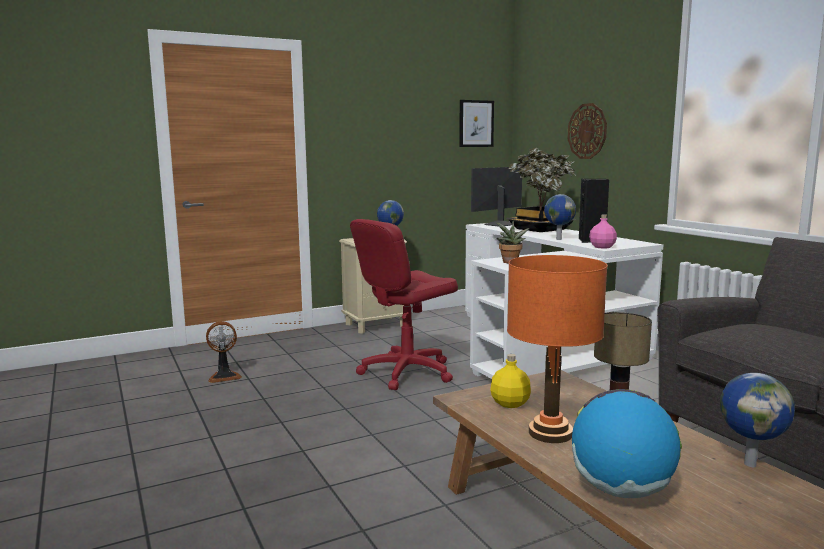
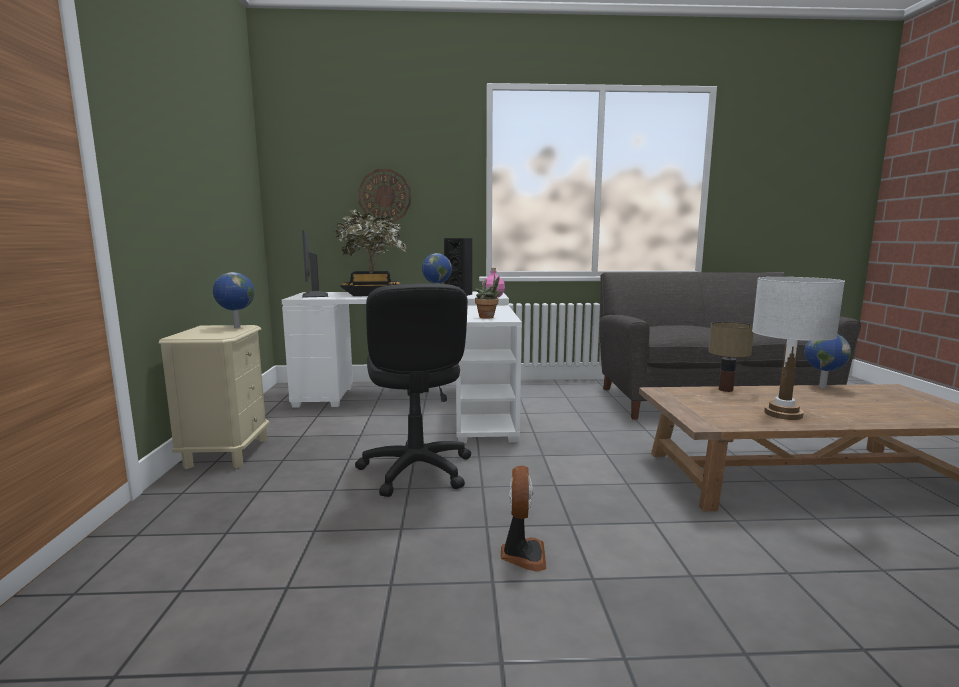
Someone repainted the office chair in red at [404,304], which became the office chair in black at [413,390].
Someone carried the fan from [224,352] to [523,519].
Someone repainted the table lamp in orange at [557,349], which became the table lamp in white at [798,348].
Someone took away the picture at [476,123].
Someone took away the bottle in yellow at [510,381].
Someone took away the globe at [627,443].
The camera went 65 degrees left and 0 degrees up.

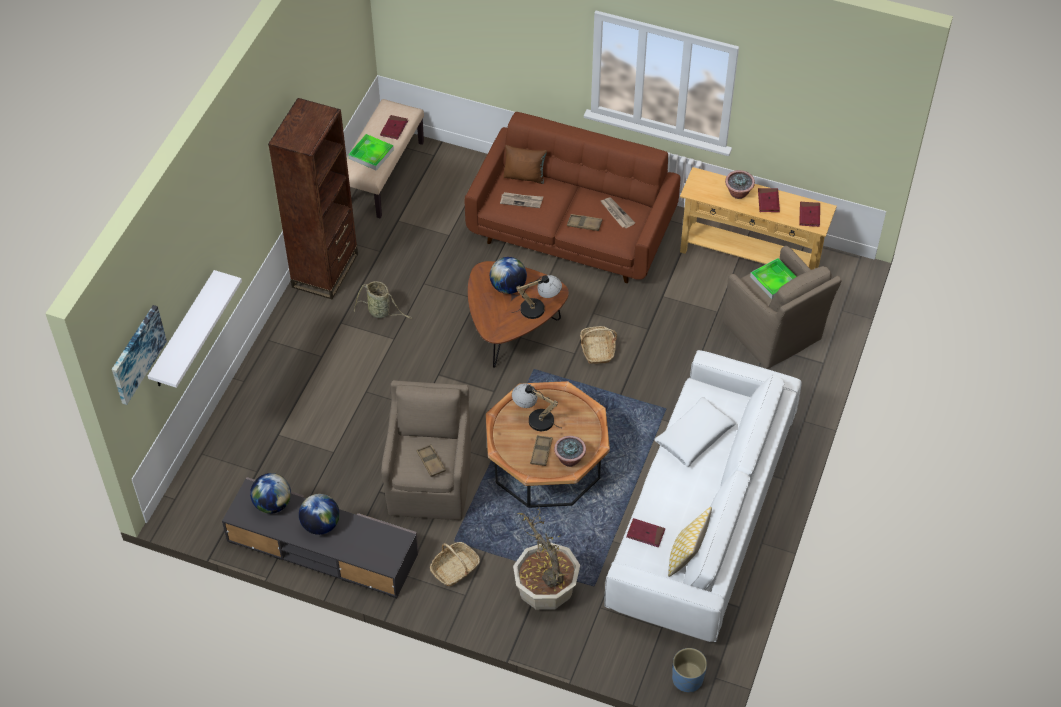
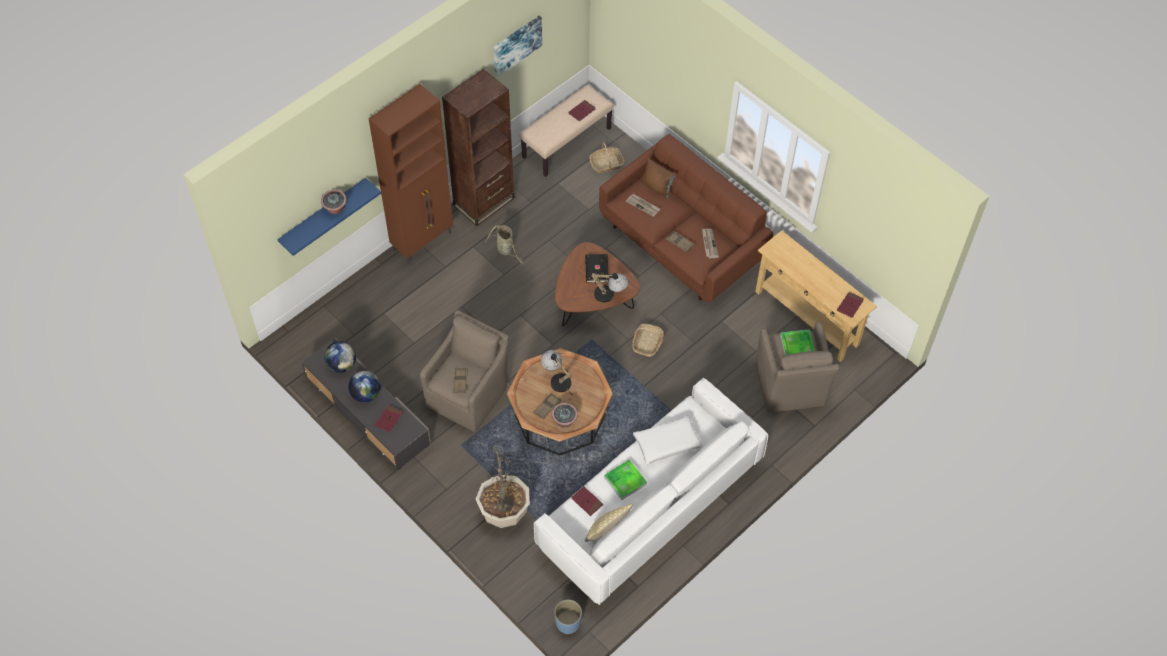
Someone repainted the shelf in white at [195,329], which became the shelf in blue at [329,217].
Someone carried the potted plant from [740,184] to [334,202].
Someone put down the cabinet in brown at [411,174].
Someone carried the book in red from [769,200] to [389,419].
Someone carried the picture from [139,355] to [517,46].
Someone swapped the globe at [508,275] for the book in black at [597,268].
Someone carried the basket from [455,564] to [606,157].
Someone carried the tray from [371,152] to [625,480].
The camera went 25 degrees right and 5 degrees up.

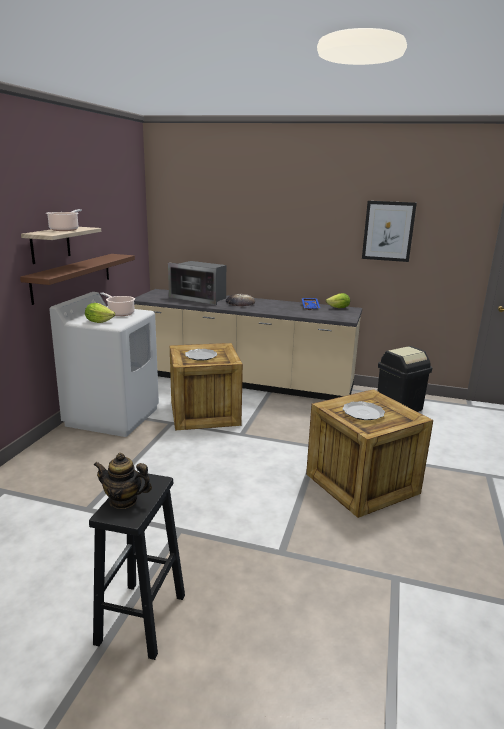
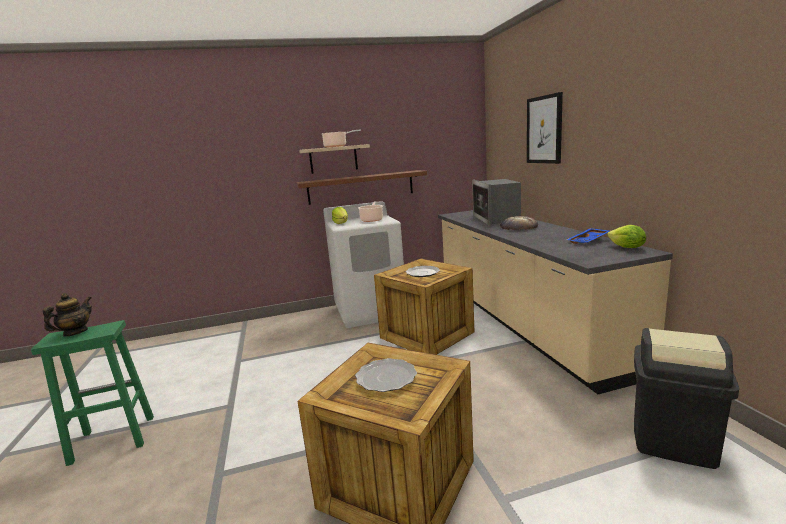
Someone repainted the stool in black at [137,566], which became the stool in green at [92,393].
Someone rotated the teapot at [123,481] by 45 degrees clockwise.
Someone carried the picture from [389,231] to [545,128].
The camera went 60 degrees right and 5 degrees down.

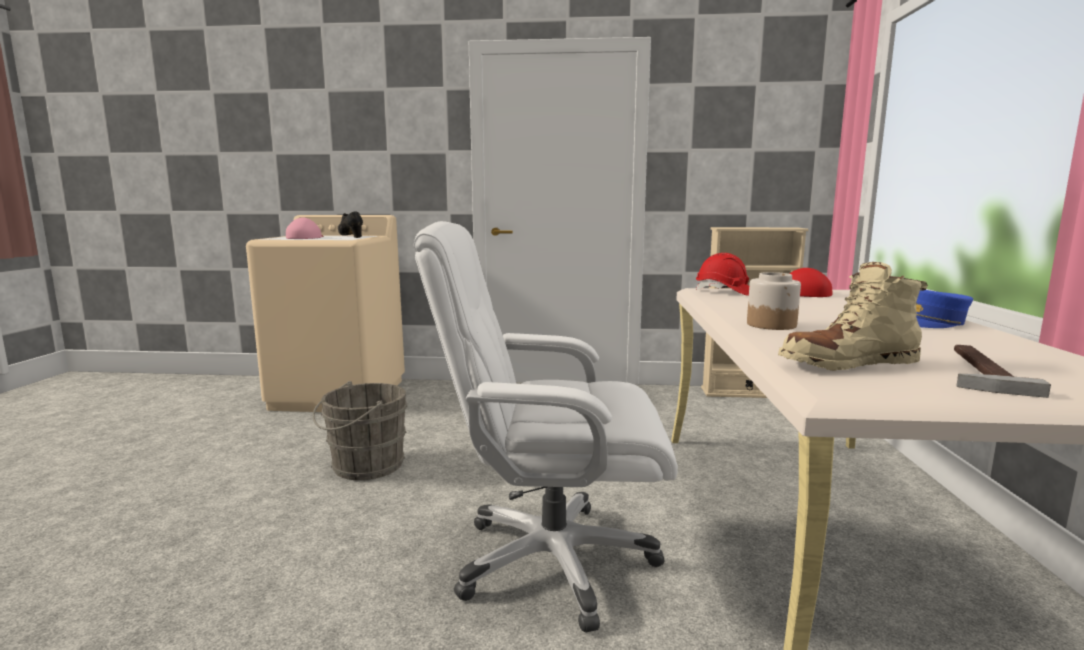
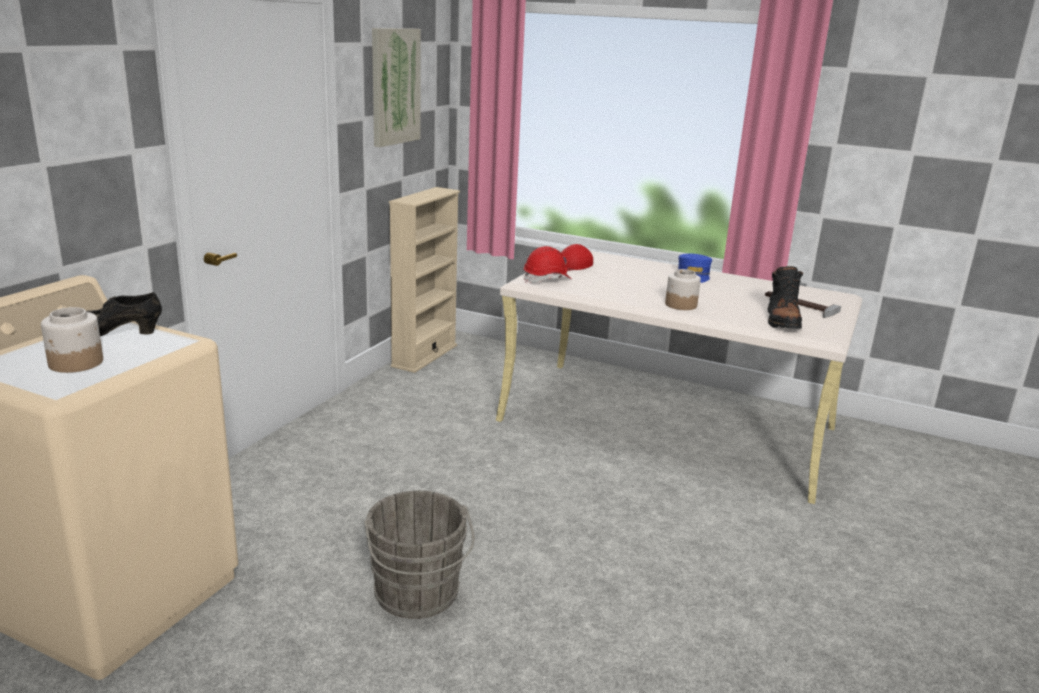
Someone swapped the cap in pink at [304,228] for the jar at [72,340].
Someone put up the picture at [396,87].
Someone repainted the boot in beige at [853,316], which became the boot in black at [785,297].
Someone took away the office chair in white at [546,427].
The camera went 70 degrees left and 10 degrees up.

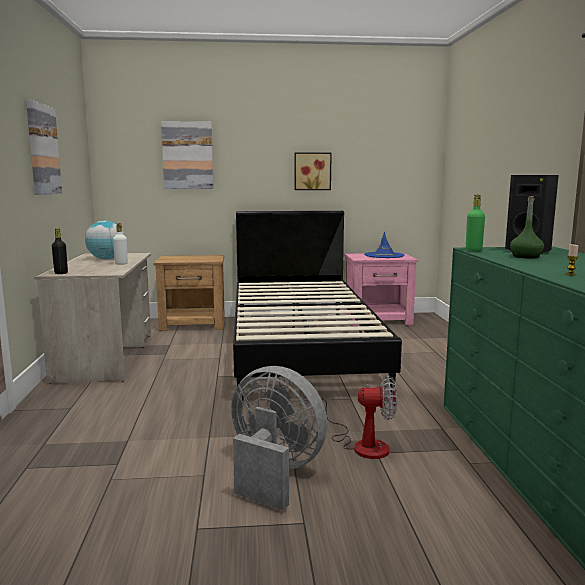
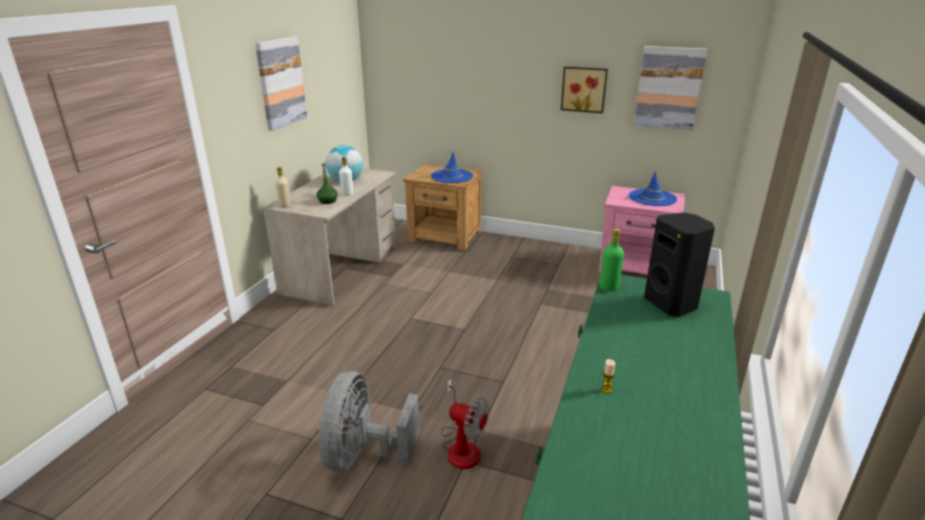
Someone repainted the bottle in black at [60,251], which became the bottle in beige at [283,187].
Someone carried the bottle in green from [527,227] to [327,183].
Someone rotated the fan in grey at [279,438] by 135 degrees counterclockwise.
Someone put down the hat in blue at [452,167].
Someone carried the picture from [187,155] to [670,88].
Someone took away the bed in black at [317,306].
The camera went 25 degrees right and 15 degrees up.

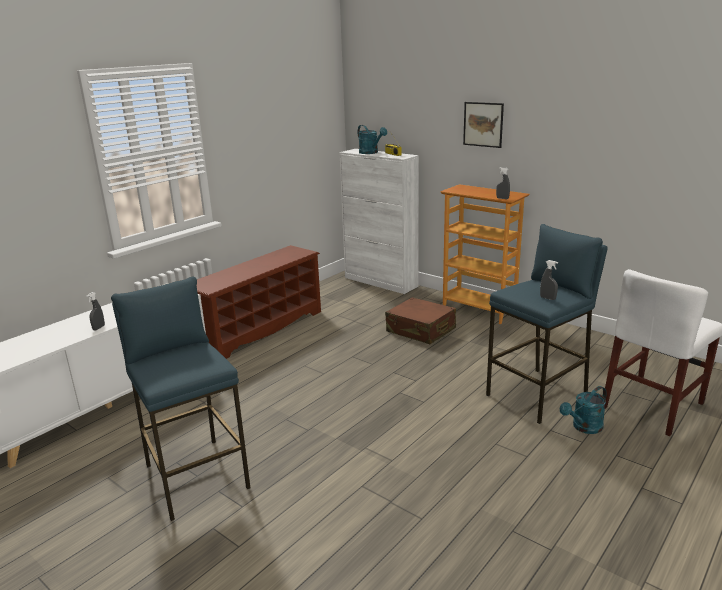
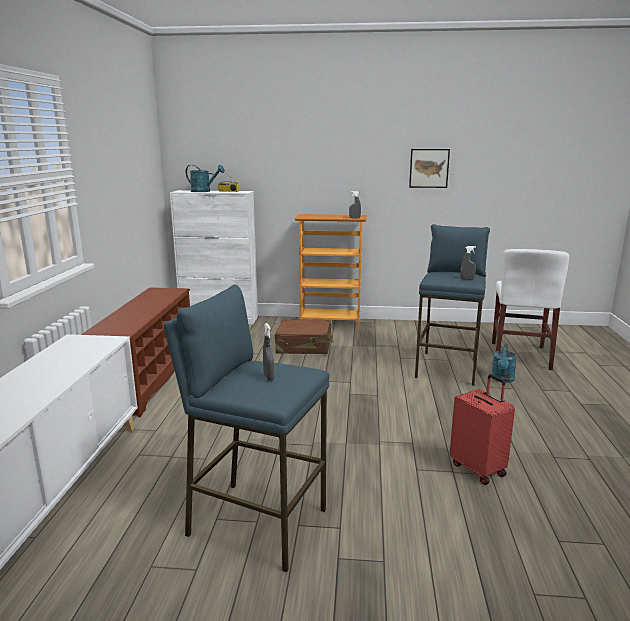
Someone carried the spray bottle in grey from [96,311] to [268,352].
Someone carried the picture from [483,125] to [429,168].
Someone put down the suitcase in red at [482,429].
The camera went 35 degrees left and 5 degrees down.

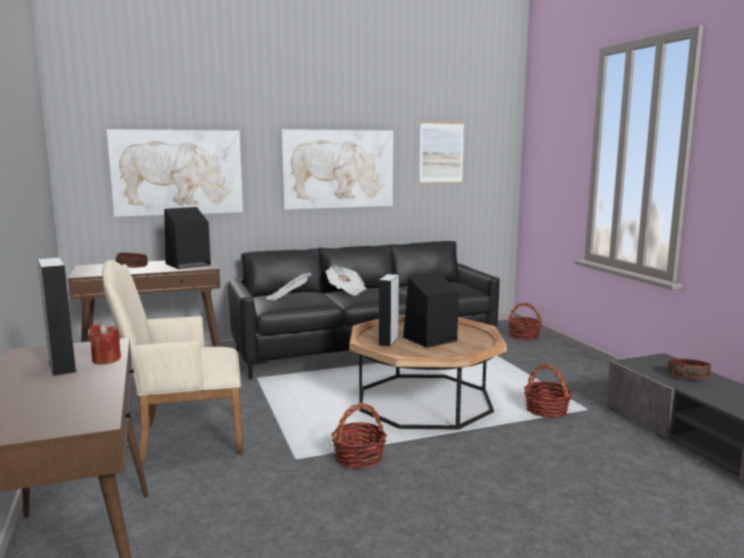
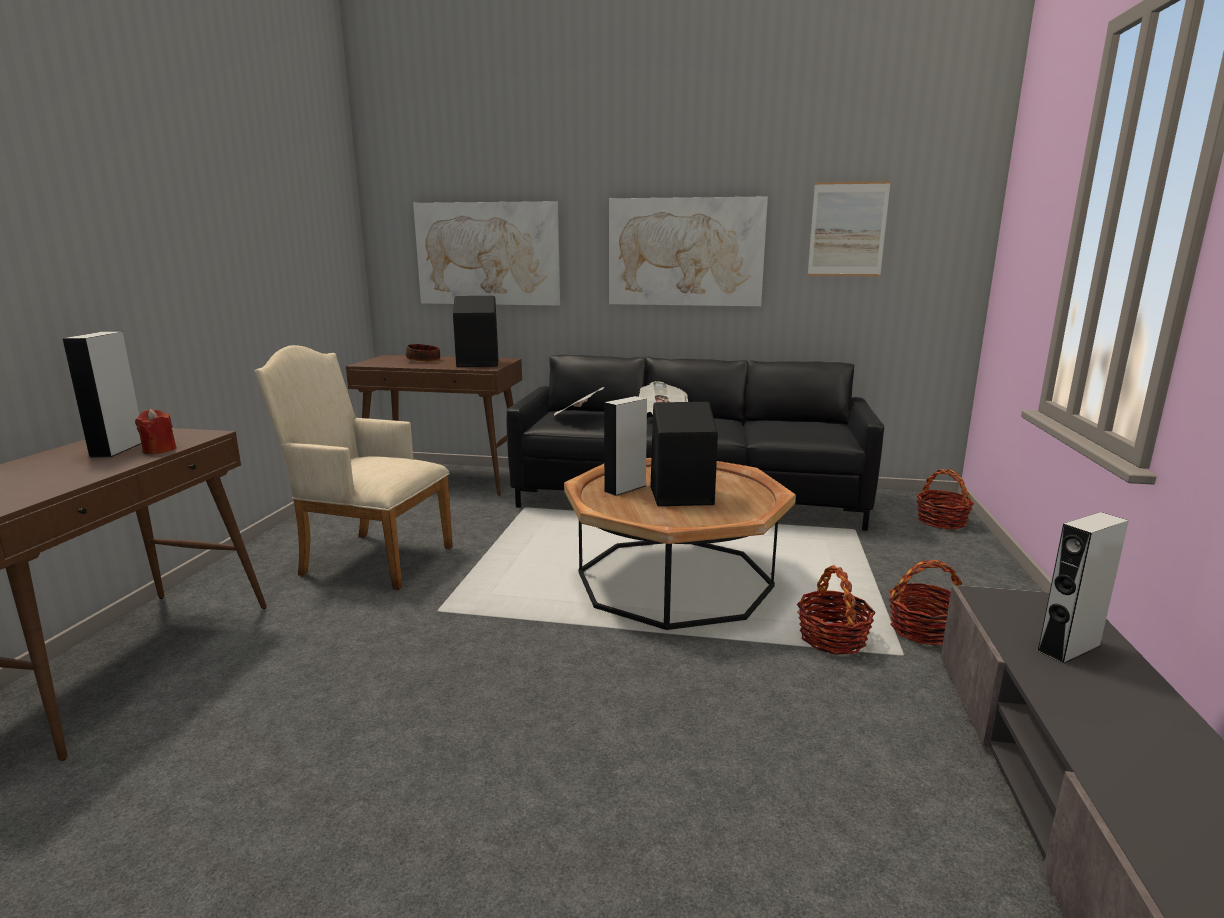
Someone carried the basket from [359,436] to [925,603].
Someone swapped the bowl at [689,368] for the speaker in grey at [1083,588].
The camera went 30 degrees right and 5 degrees up.

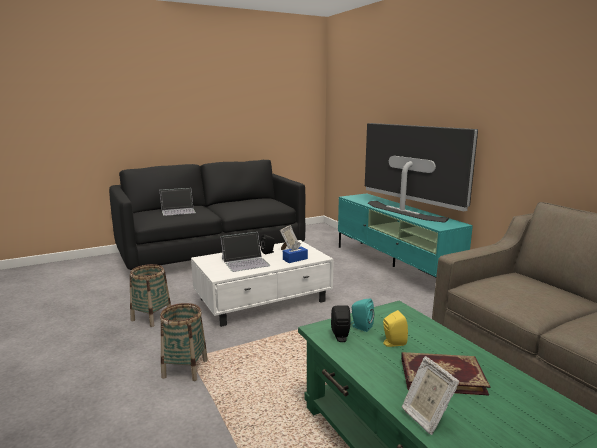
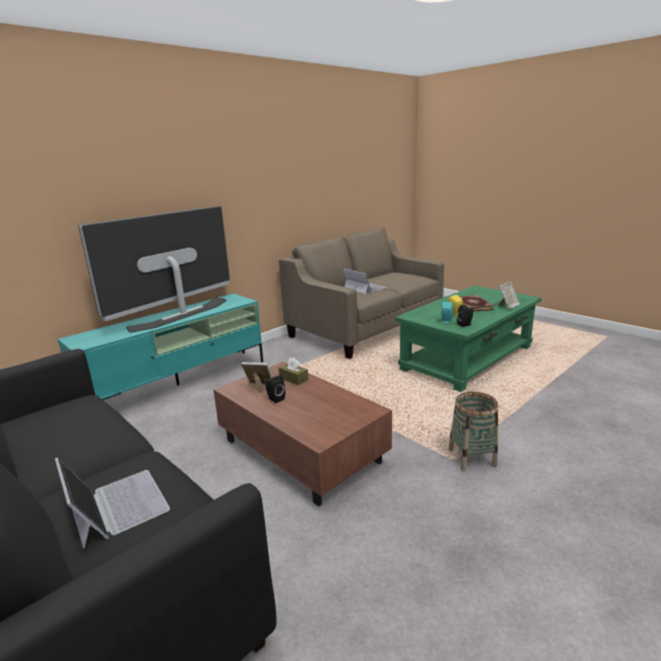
Someone repainted the coffee table in white at [262,283], which became the coffee table in brown at [302,434].
Someone repainted the tissue box in blue at [295,252], which became the tissue box in brown at [293,371].
Someone carried the laptop from [245,252] to [365,281].
Someone took away the basket at [150,295].
The camera went 105 degrees left and 5 degrees up.

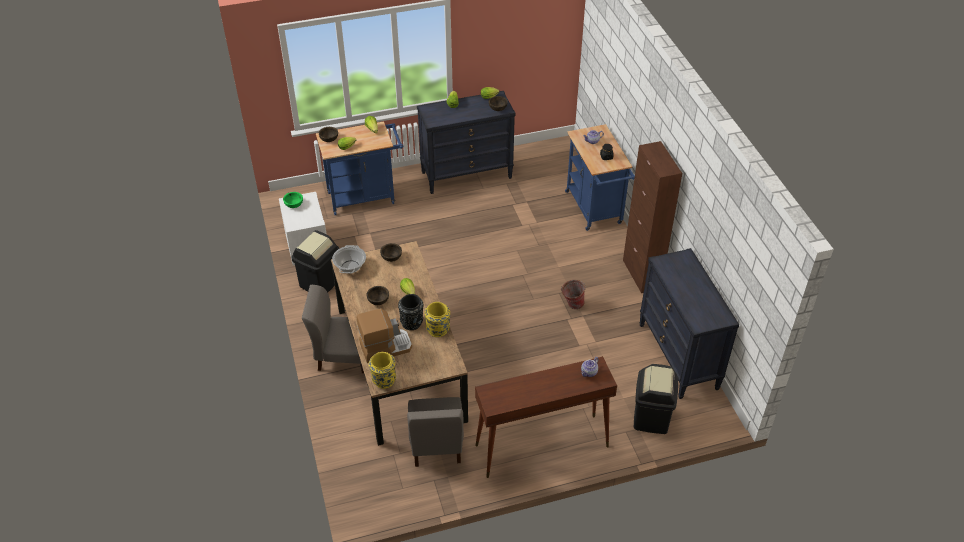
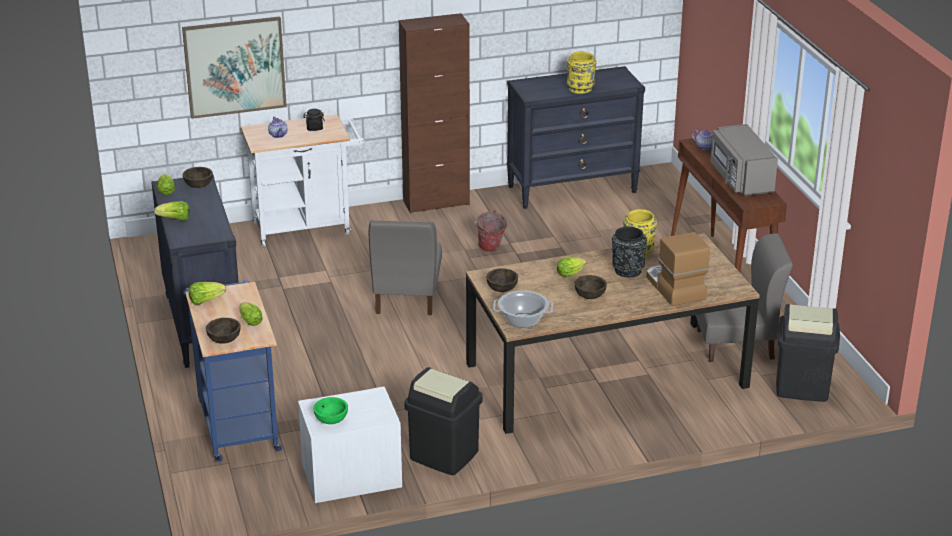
Someone put up the picture at [234,68].
Someone repainted the cart in blue at [600,177], which became the cart in white at [303,180].
Someone carried the chair in grey from [333,329] to [405,268].
Someone carried the vase in yellow from [382,370] to [582,72].
Someone put down the microwave in grey at [744,160].
Someone carried the trash can in black from [656,399] to [808,353].
The camera went 90 degrees left and 15 degrees down.

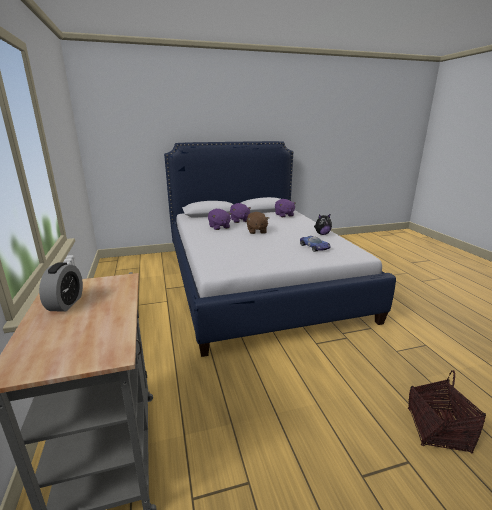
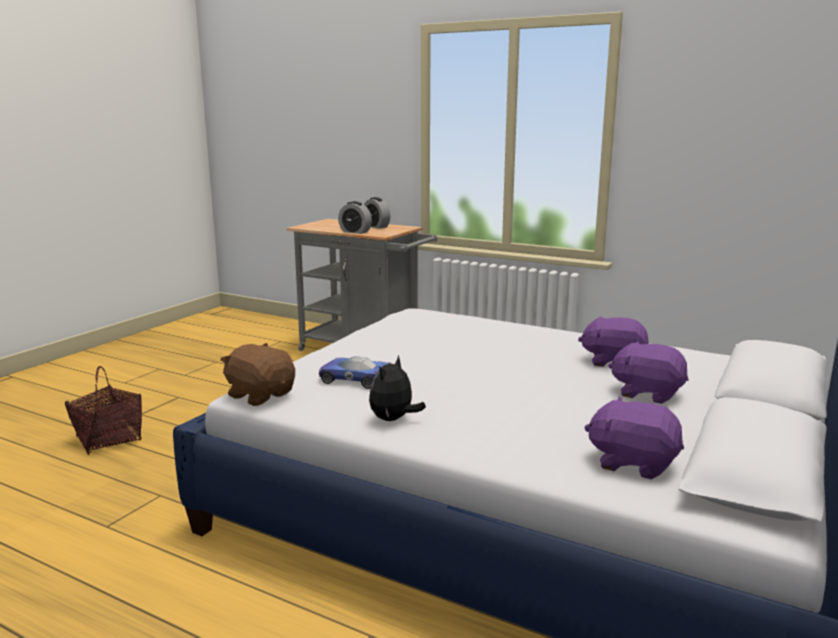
Someone carried the plush toy in brown from [258,223] to [257,374].
Someone put down the alarm clock at [355,217].
The camera went 135 degrees right and 5 degrees down.

